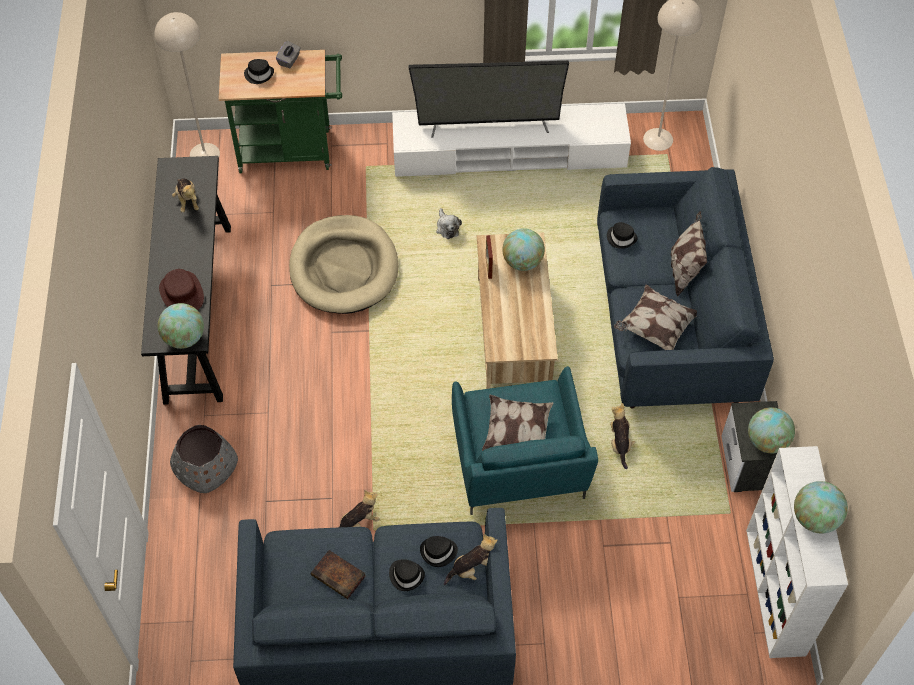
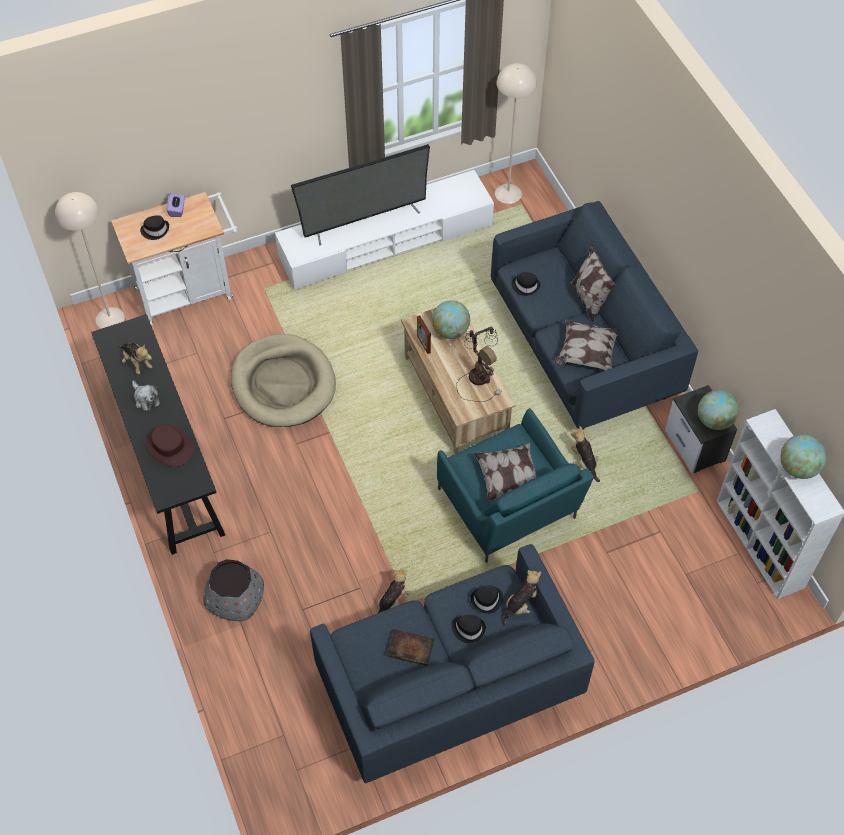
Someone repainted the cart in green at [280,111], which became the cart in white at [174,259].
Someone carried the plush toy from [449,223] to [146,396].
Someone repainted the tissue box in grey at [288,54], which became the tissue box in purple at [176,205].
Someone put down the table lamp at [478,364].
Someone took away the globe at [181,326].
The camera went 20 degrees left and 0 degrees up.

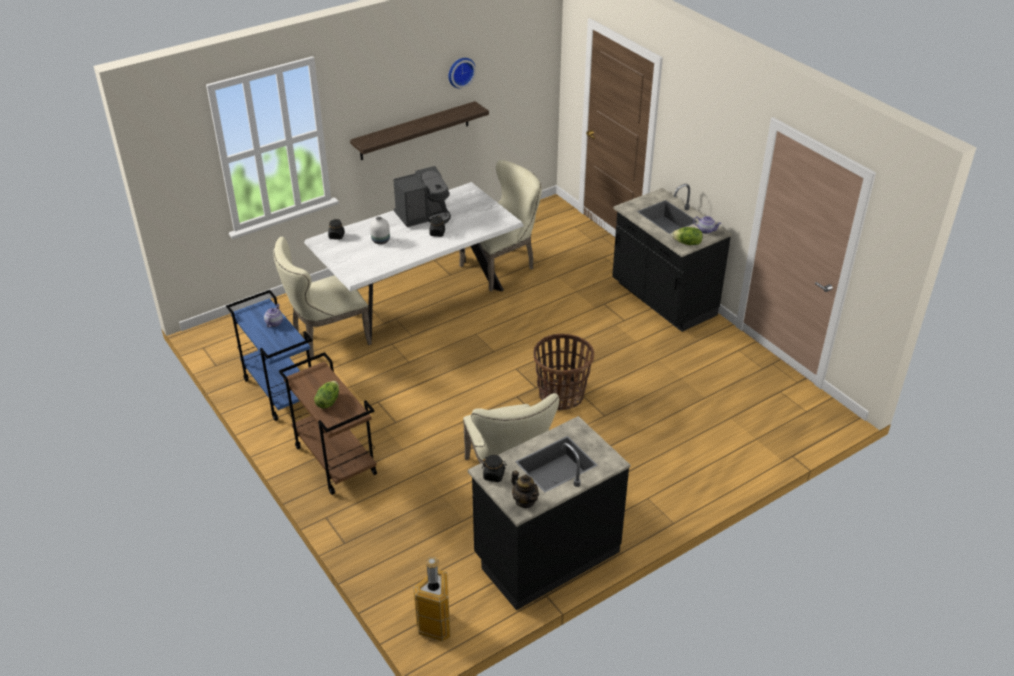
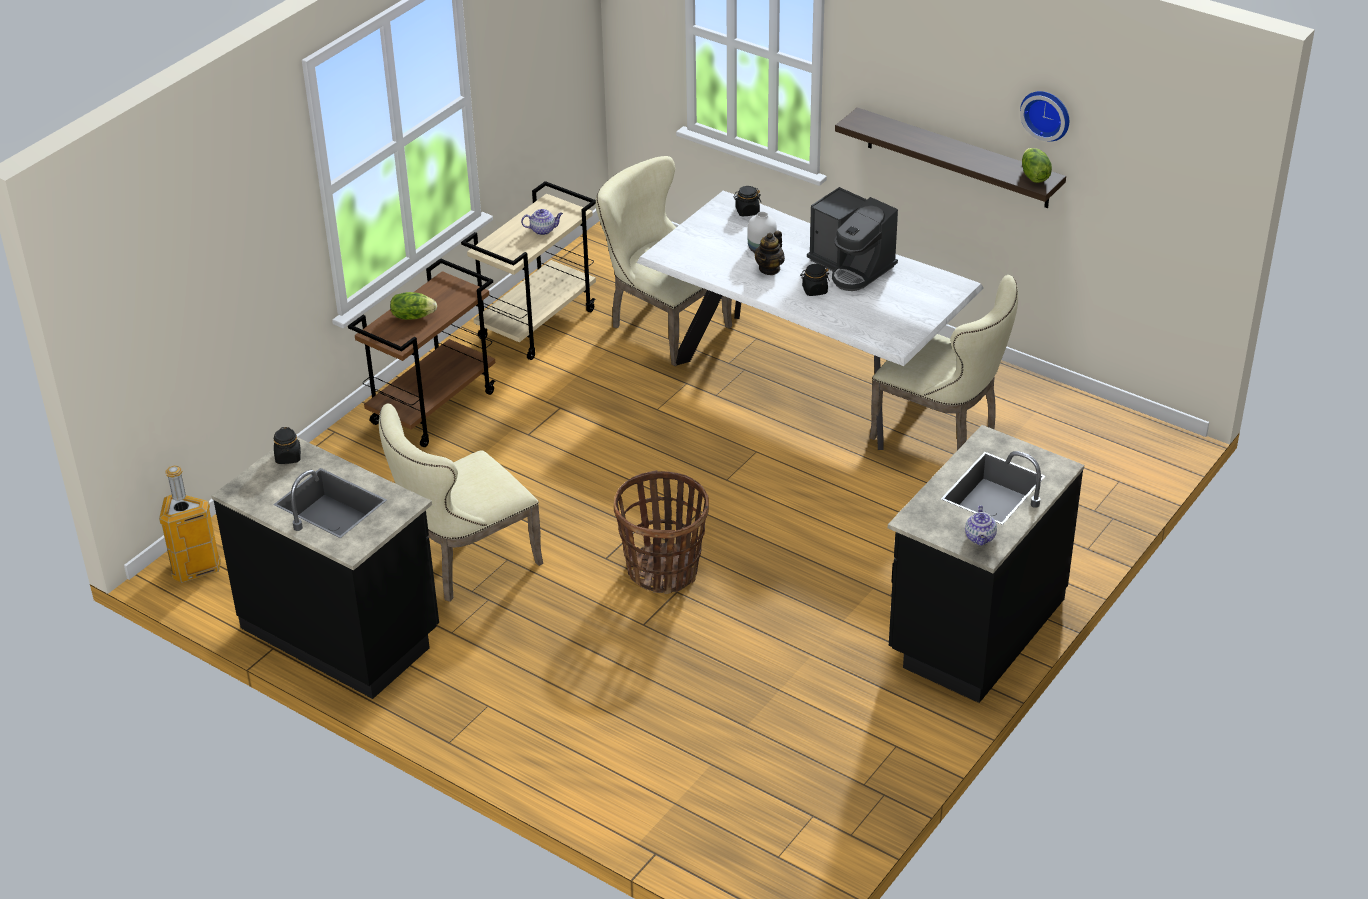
Someone repainted the cart in blue at [269,355], which became the cart in beige at [528,270].
Someone carried the teapot from [525,489] to [769,252].
Someone carried the lettuce from [687,236] to [1037,165].
The camera went 70 degrees right and 0 degrees up.

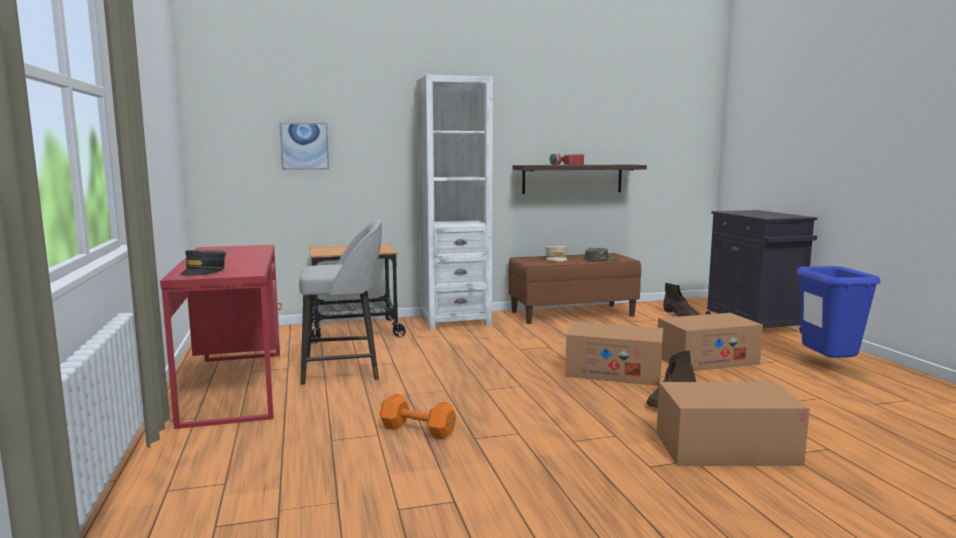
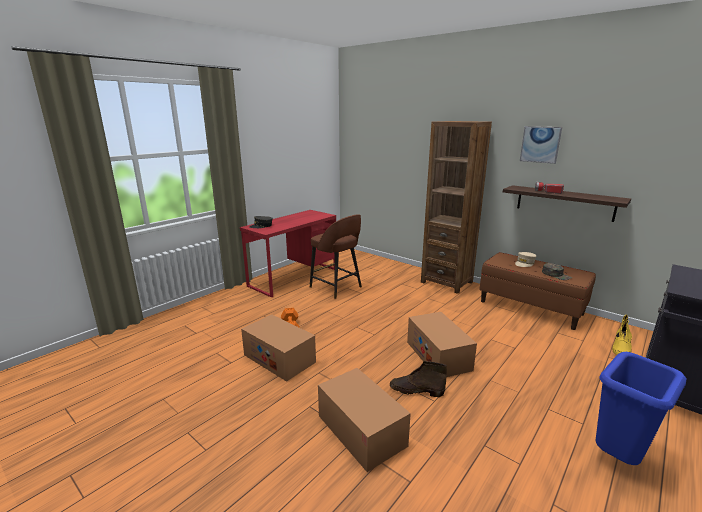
Someone carried the cardboard box from [710,342] to [278,348].
Someone repainted the stool in grey at [340,302], which became the stool in brown at [336,256].
Someone repainted the bookcase in white at [454,202], which became the bookcase in brown at [456,207].
Someone carried the picture from [304,146] to [541,145].
Someone repainted the boot in brown at [681,300], which became the boot in yellow at [622,335].
Someone took away the cart at [357,293].
The camera went 55 degrees right and 10 degrees up.

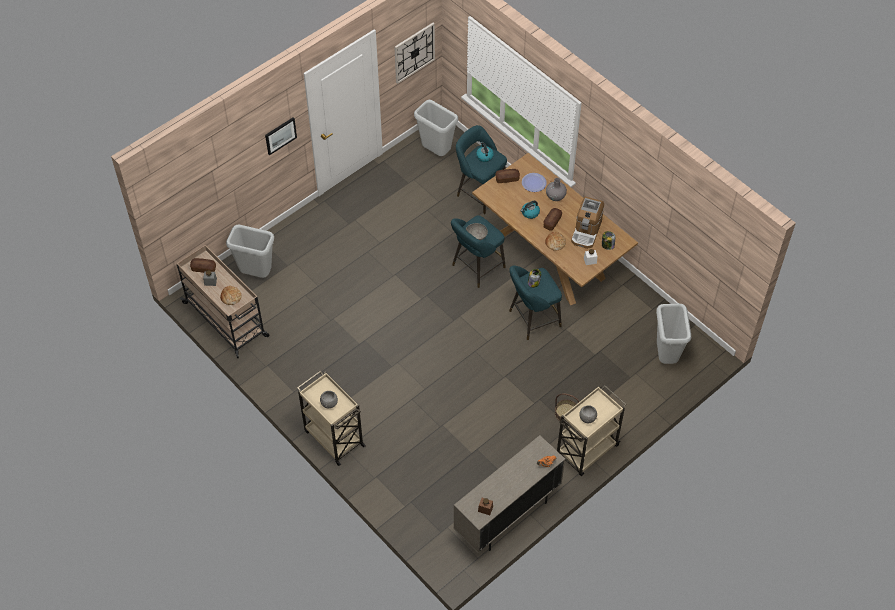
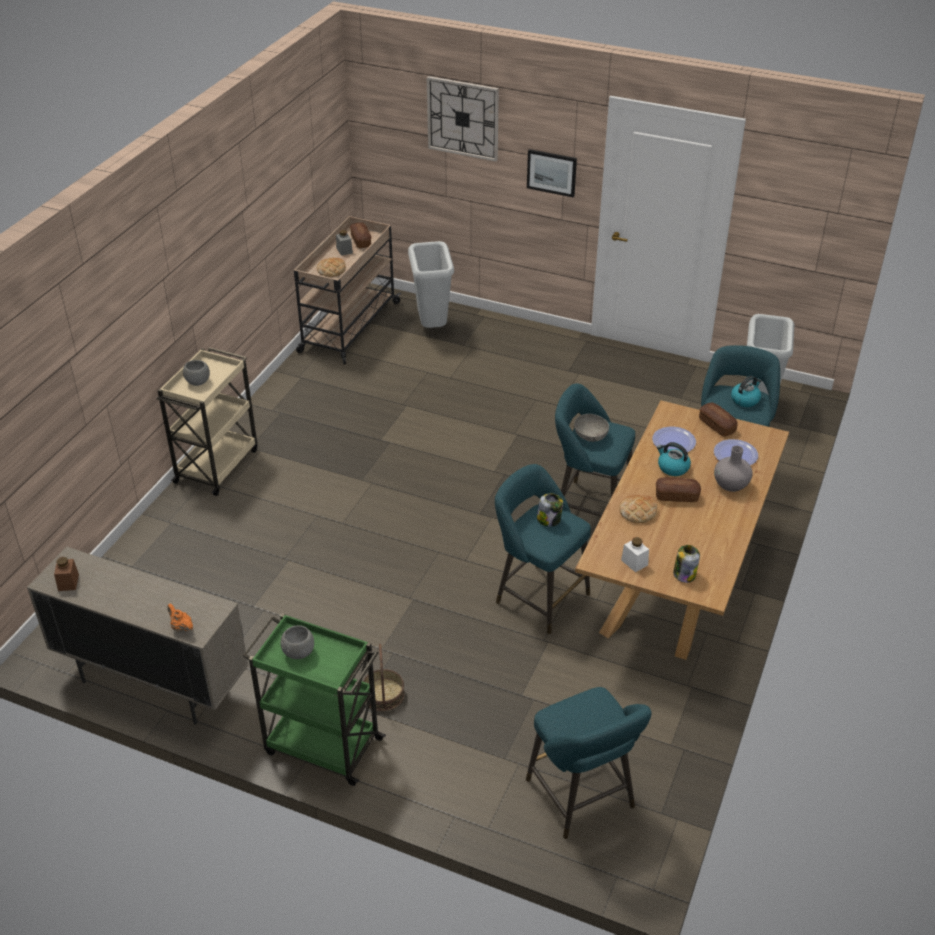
Someone repainted the cart in beige at [592,430], which became the cart in green at [314,699].
Someone carried the wall clock from [415,53] to [463,119].
Someone swapped the trash can in grey at [673,334] for the stool in turquoise at [589,763].
Someone put down the plate at [674,439].
Someone took away the coffee machine at [587,223].
The camera went 65 degrees right and 15 degrees down.

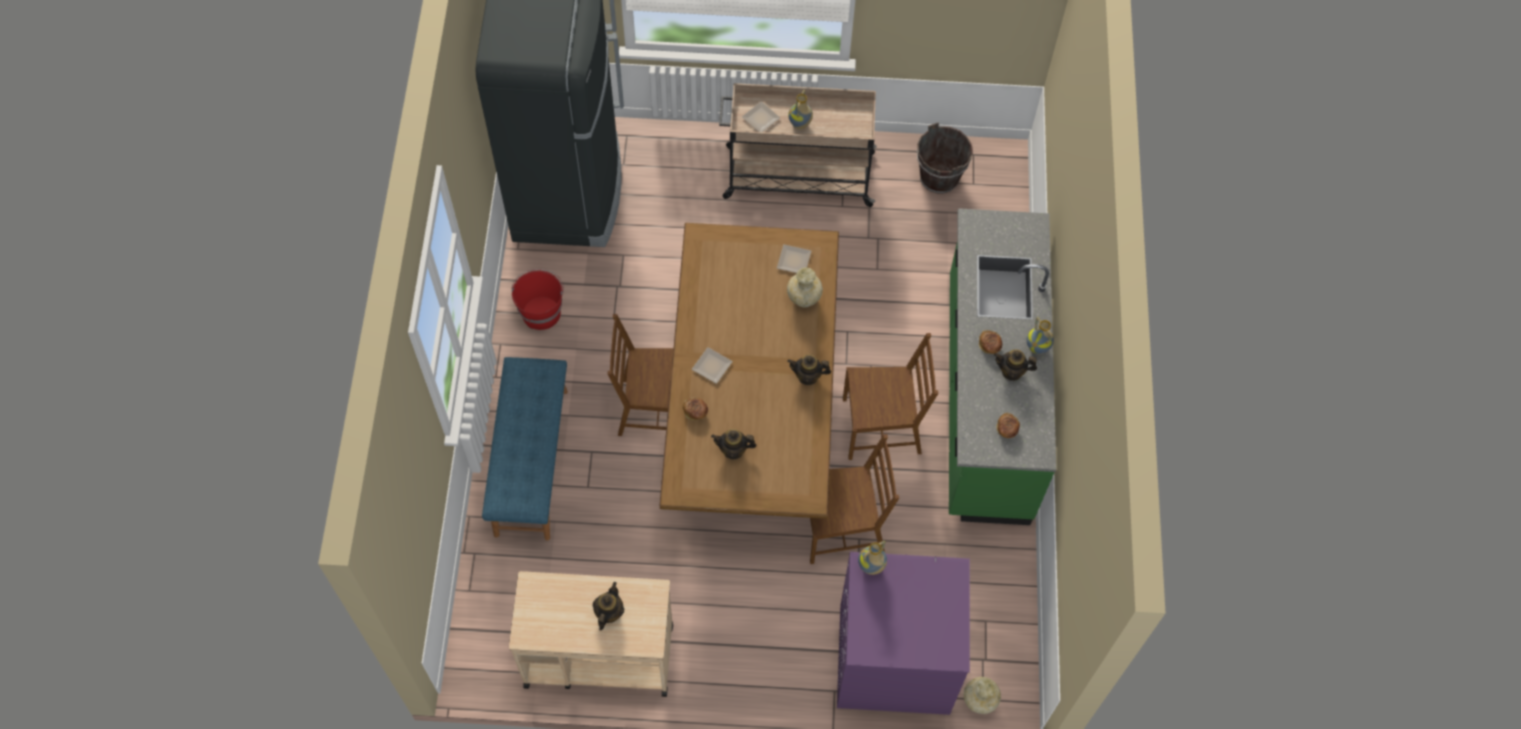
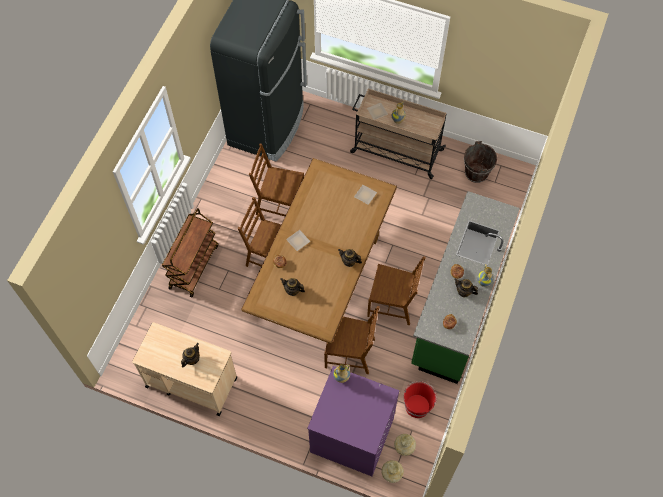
Someone swapped the bench in blue at [525,449] for the cart in brown at [190,252].
Someone put down the chair in brown at [276,180].
Someone carried the vase in beige from [805,287] to [405,445].
Someone carried the bucket in red from [537,299] to [420,399].
The camera went 20 degrees right and 0 degrees up.

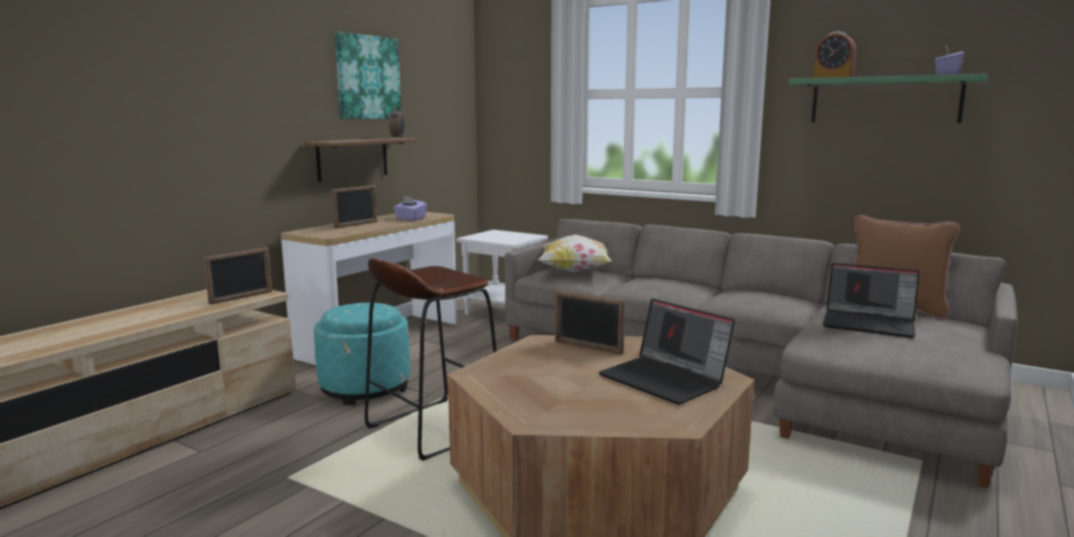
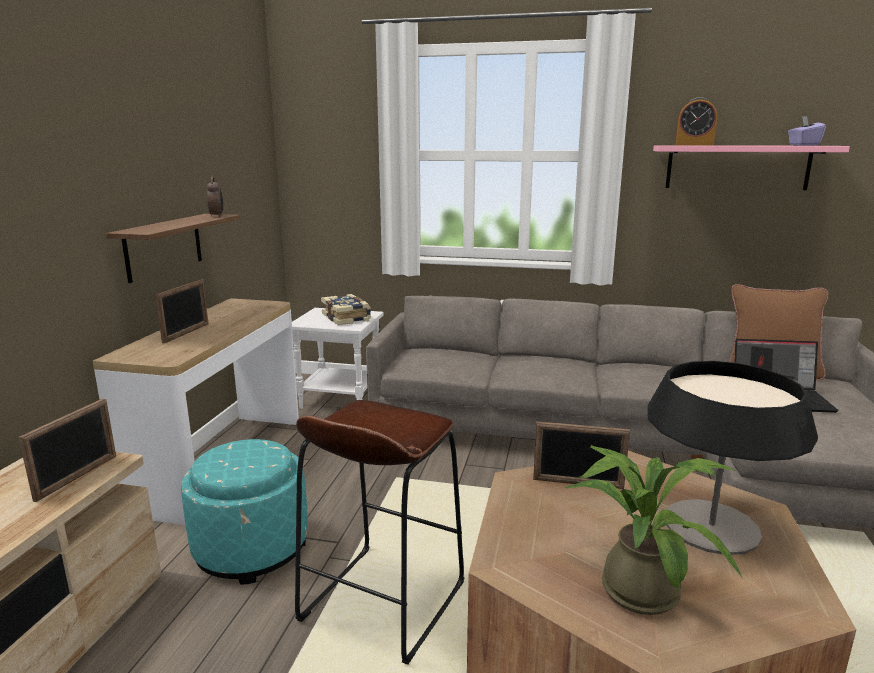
Someone put down the book at [346,309].
Someone put down the potted plant at [654,530].
Someone swapped the laptop at [667,352] for the table lamp at [732,458].
Someone repainted the shelf in green at [888,98], which became the shelf in pink at [751,167].
Someone took away the picture at [368,75].
Someone took away the tissue box in purple at [410,208].
Someone took away the pillow at [574,253].
The camera went 20 degrees left and 5 degrees up.

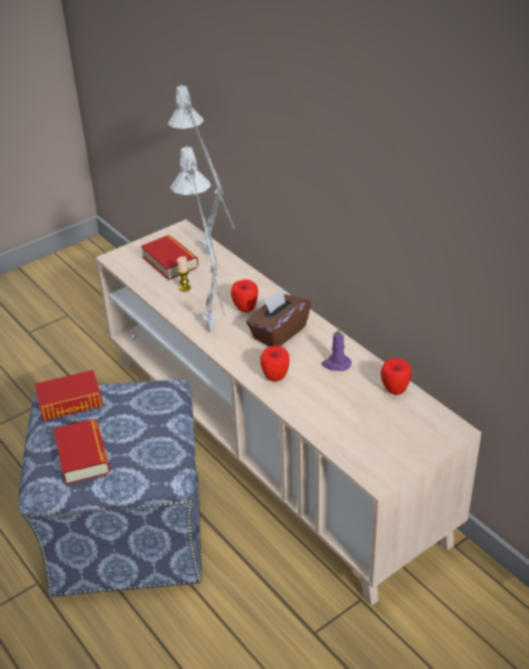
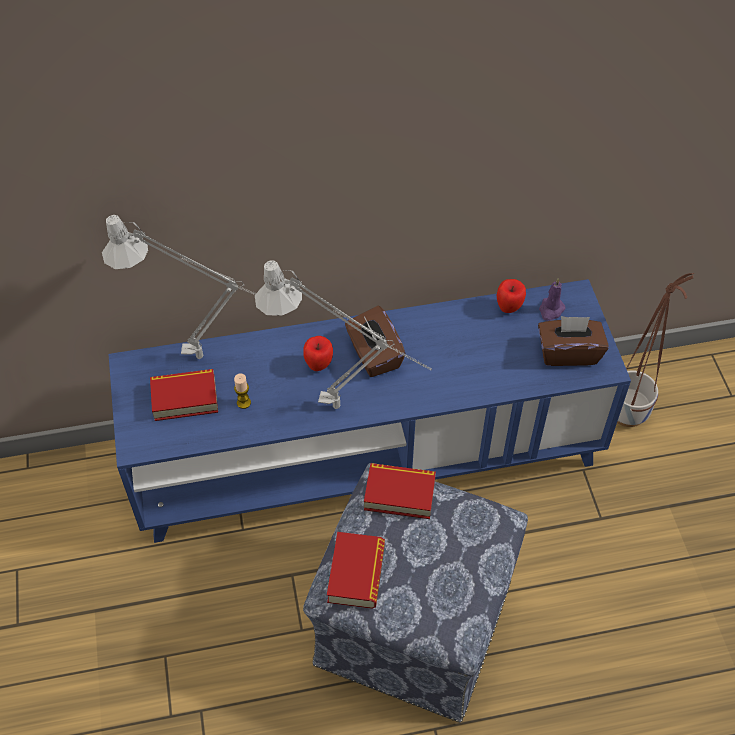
Someone repainted the tv stand in beige at [288,412], which became the tv stand in blue at [369,411].
Someone carried the book from [81,452] to [400,491].
Someone put down the tissue box in brown at [573,341].
Someone carried the candle in purple from [336,349] to [552,299].
Someone put down the planter at [655,350].
Someone took away the apple at [275,363].
The camera went 65 degrees left and 15 degrees up.

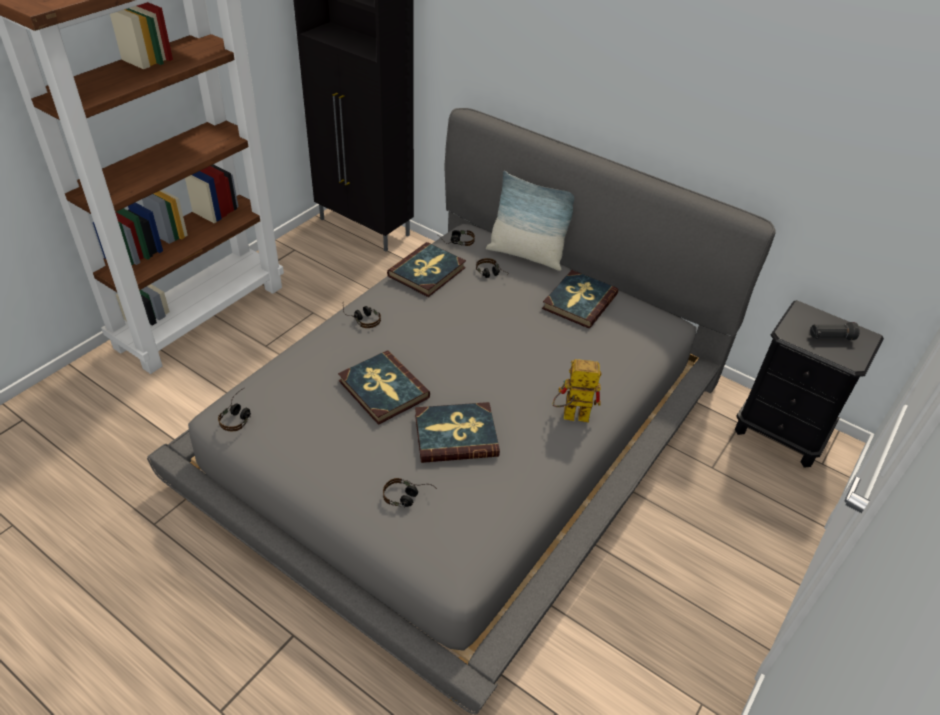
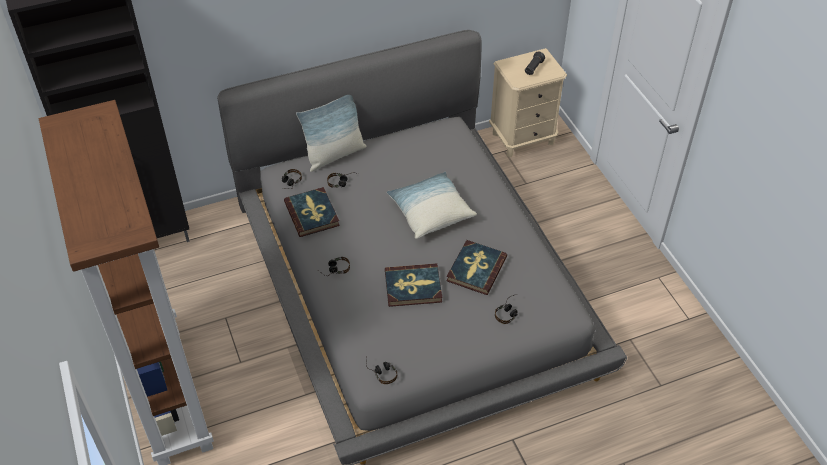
Someone put down the pillow at [432,205].
Someone repainted the nightstand in black at [809,384], which became the nightstand in beige at [528,102].
Someone took away the book at [580,299].
Someone took away the toy robot at [577,391].
The camera went 55 degrees left and 5 degrees up.

